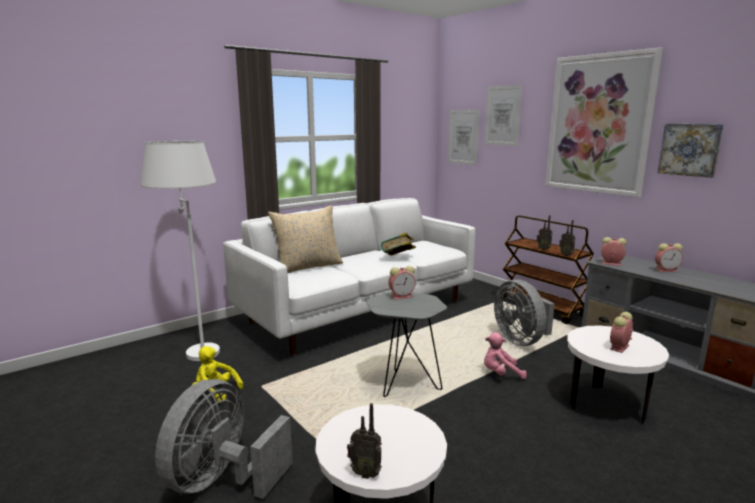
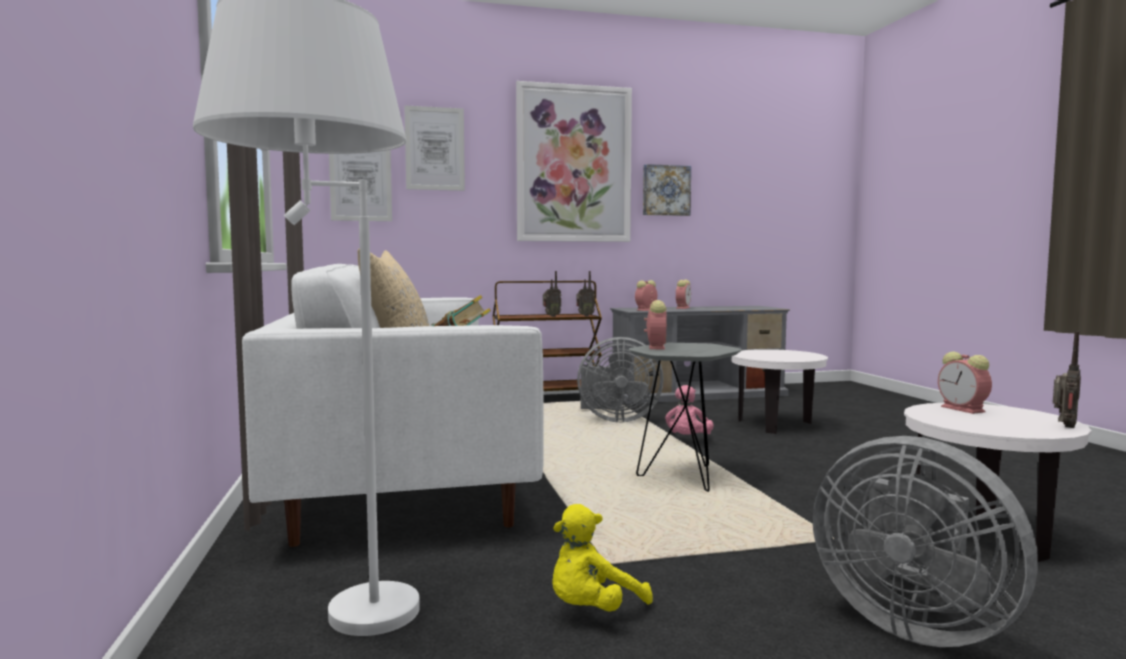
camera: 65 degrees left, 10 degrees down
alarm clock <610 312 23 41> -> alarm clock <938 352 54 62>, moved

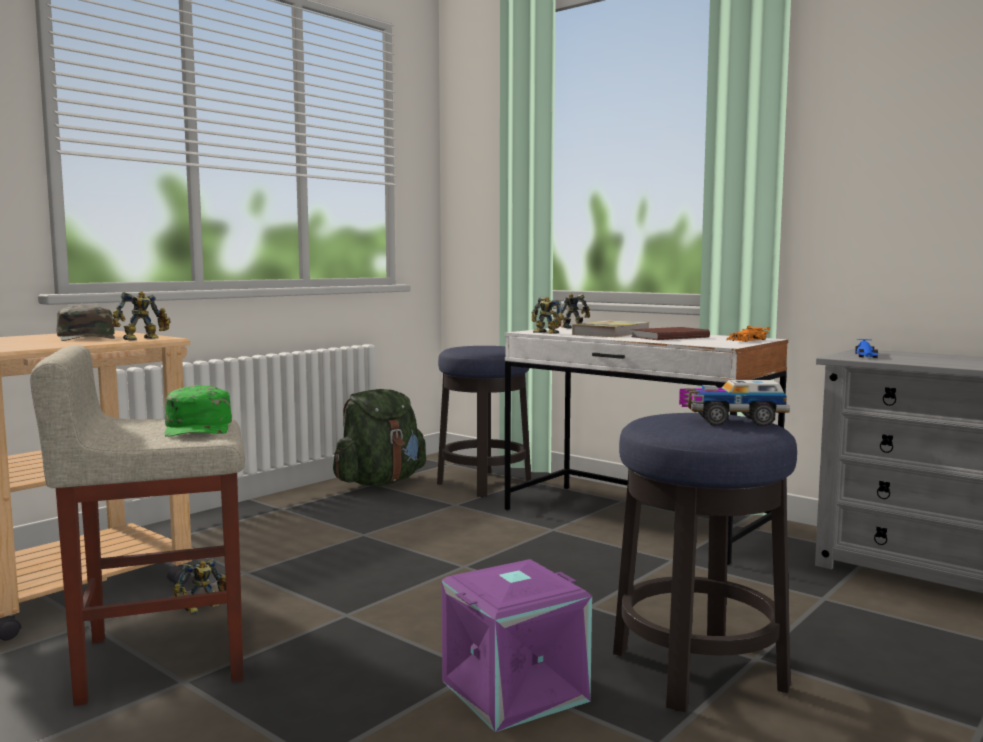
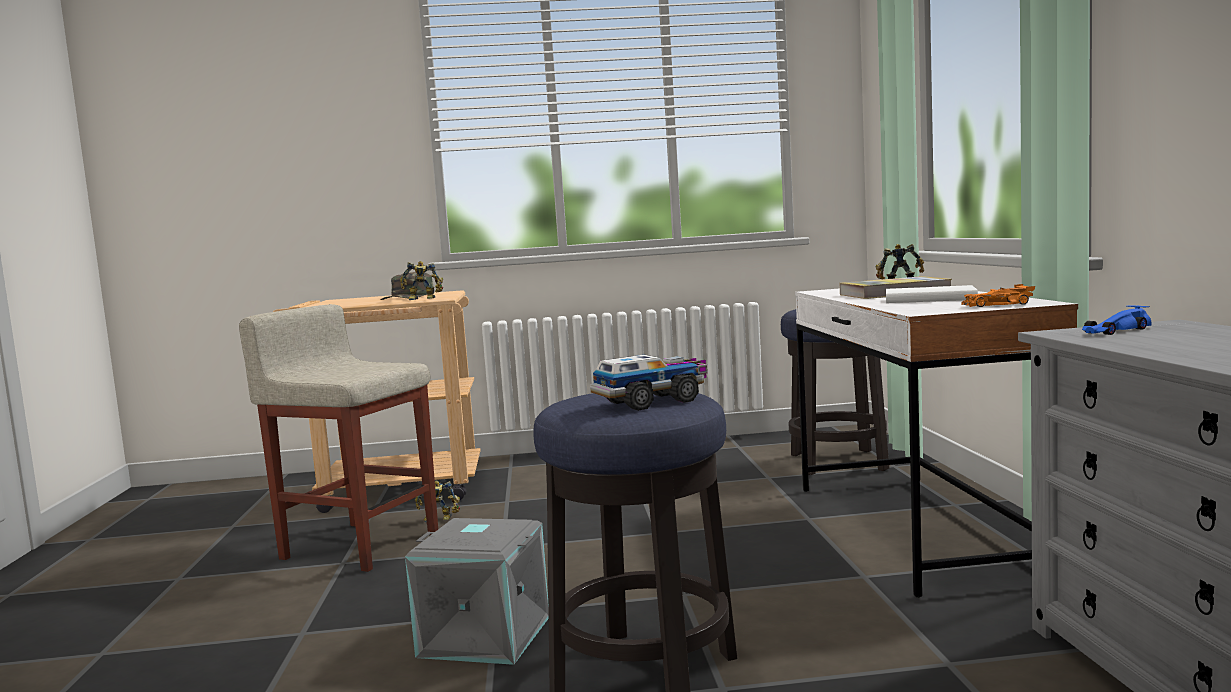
camera: 45 degrees right, 0 degrees up
cap (green) <164 385 68 52> -> none
backpack (green) <333 389 93 97> -> none
storage box (purple) <442 559 150 173> -> storage box (grey) <405 518 144 147>
toy robot <532 297 32 37> -> none
book (brown) <631 327 79 13> -> book (white) <886 285 92 18>
toy truck <679 380 111 46> -> toy truck <590 355 118 56>, 105 degrees clockwise

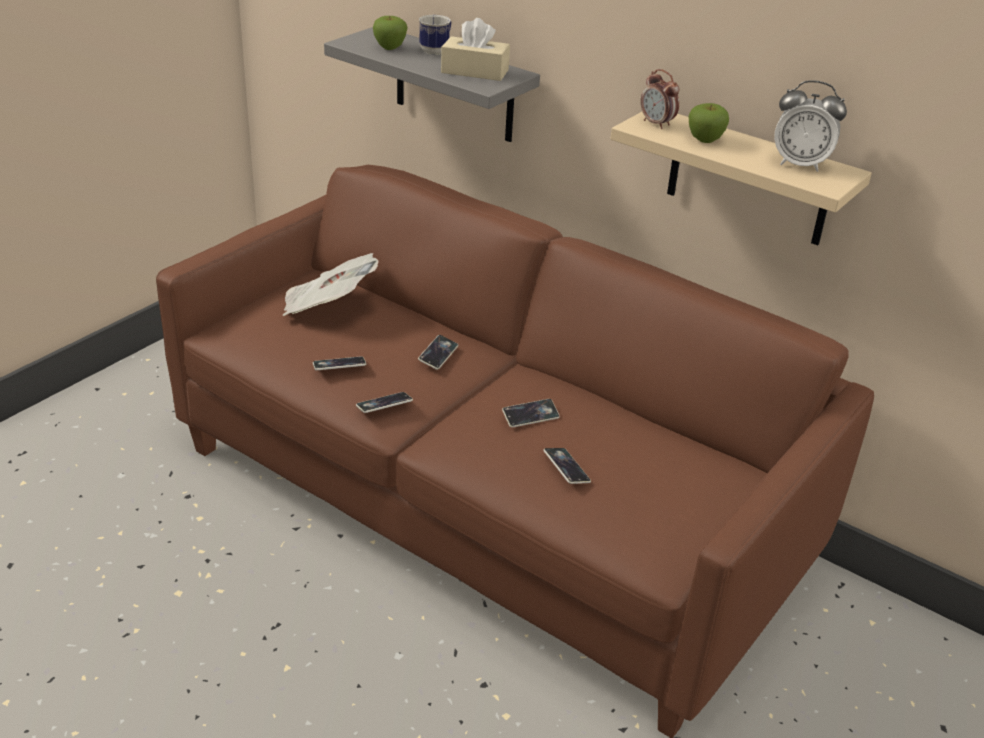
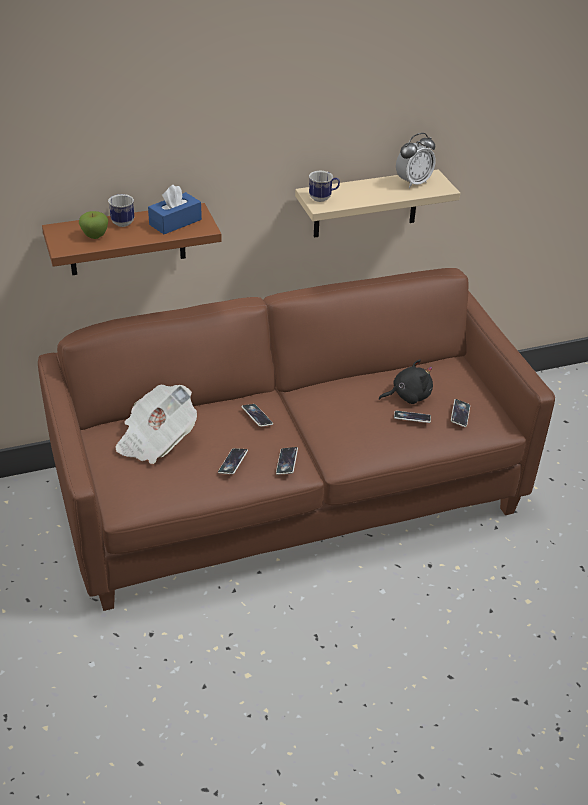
camera: 55 degrees left, 5 degrees up
shelf (grey) <324 27 216 115> -> shelf (brown) <42 203 180 72>
tissue box (beige) <441 18 69 63> -> tissue box (blue) <148 185 54 49>
phone <502 399 58 29> -> phone <451 399 19 28>, moved
alarm clock <641 69 38 60> -> mug <309 171 31 31>
apple <689 103 40 40> -> none
none -> plush toy (black) <379 359 54 45>

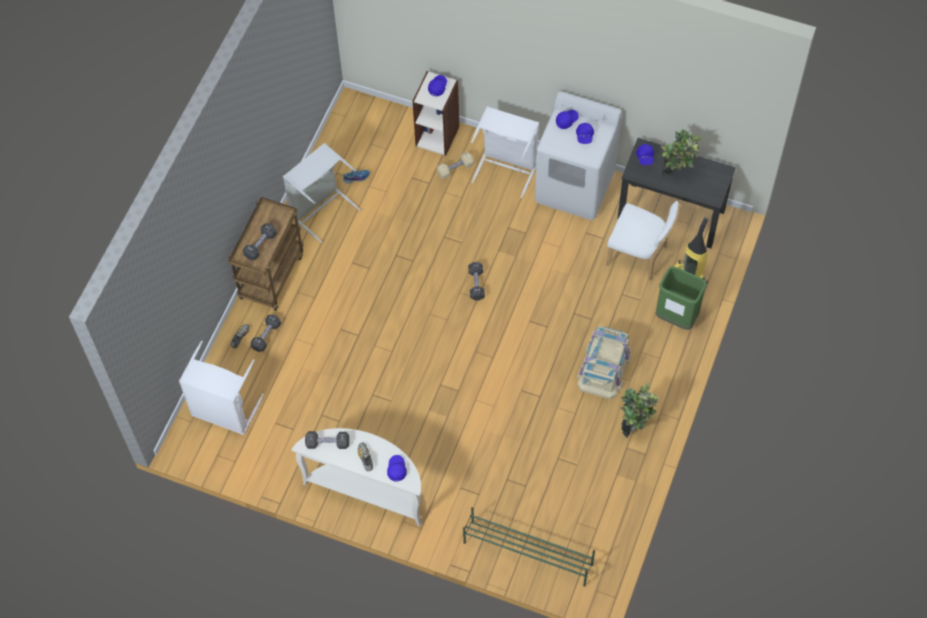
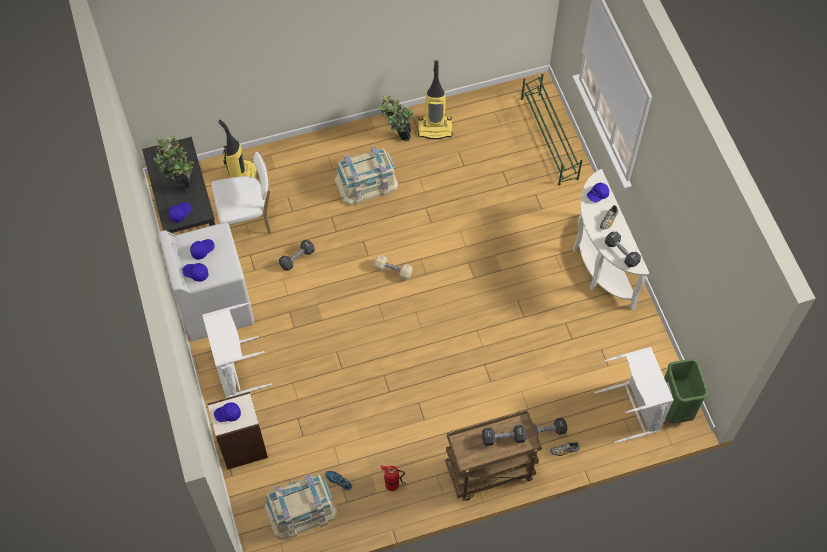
camera: 130 degrees left, 0 degrees up
laundry basket (grey) <283 143 78 100> -> fire extinguisher <381 466 25 25>
dumbbell (beige) <437 152 37 27> -> dumbbell (beige) <374 255 39 25>, moved
dumbbell (black) <468 262 17 39> -> dumbbell (black) <279 240 36 31>, moved
chair (white) <606 201 75 80> -> chair (white) <212 152 59 82>, 90 degrees clockwise
trash can (green) <656 267 51 63> -> trash can (green) <664 359 44 65>, moved
none -> storage box (beige) <265 474 72 66>
none -> vacuum cleaner <418 61 35 78>

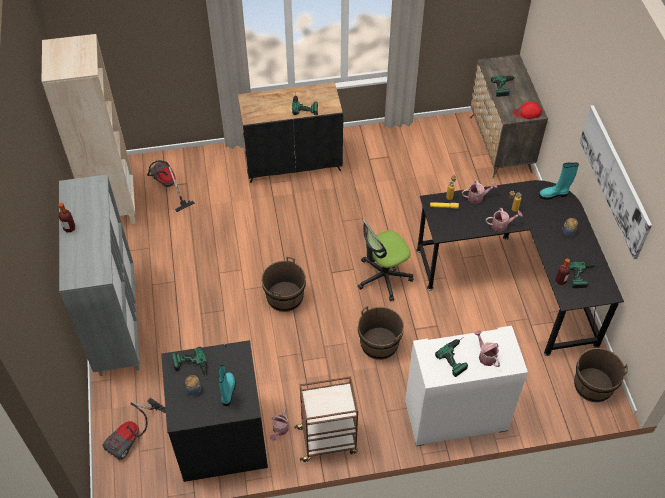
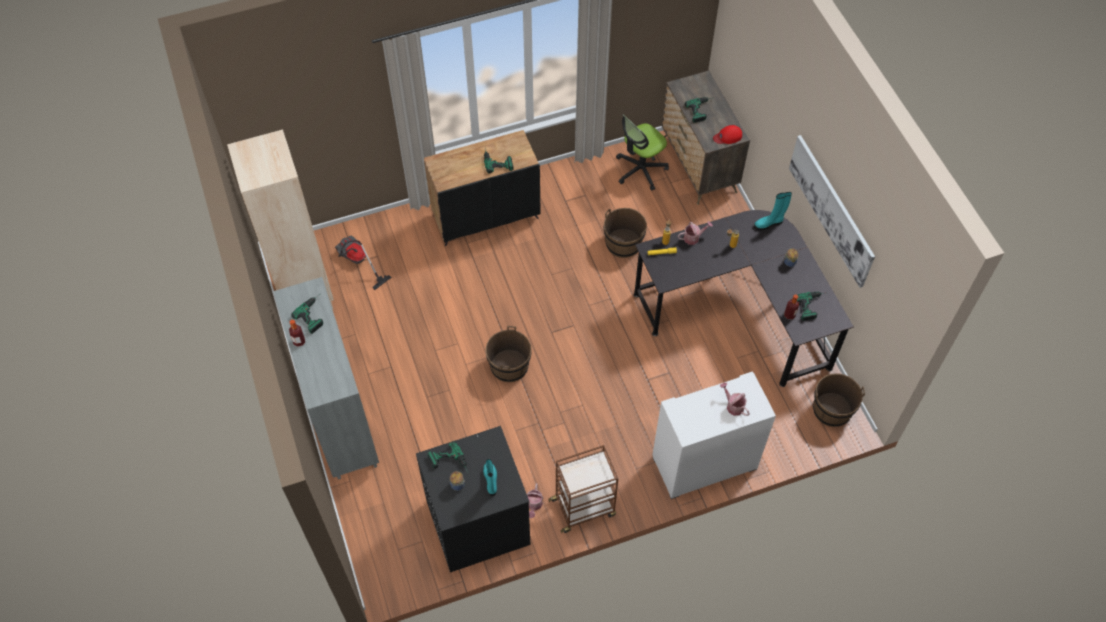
camera: 10 degrees left, 5 degrees up
vacuum cleaner <102 398 64 62> -> none
office chair <358 219 56 82> -> office chair <616 114 53 77>, moved
bucket (brown) <358 306 46 54> -> bucket (brown) <604 208 43 50>, moved
power drill <435 337 33 40> -> power drill <291 294 32 40>, moved
watering can <486 208 37 24> -> none

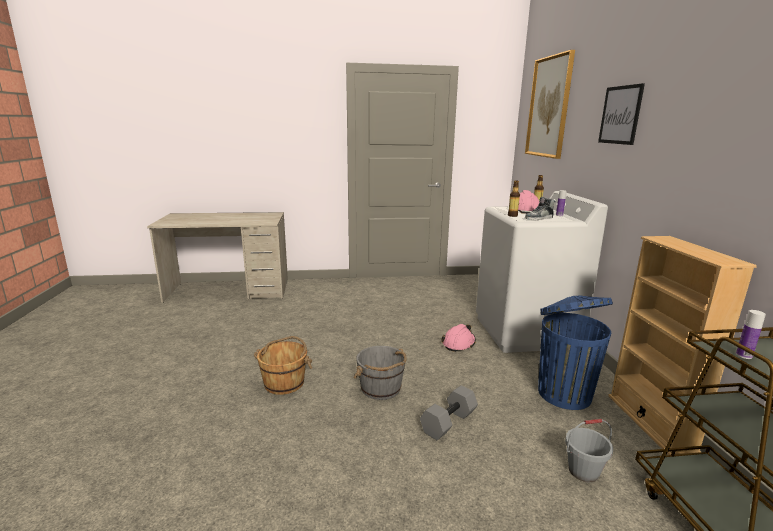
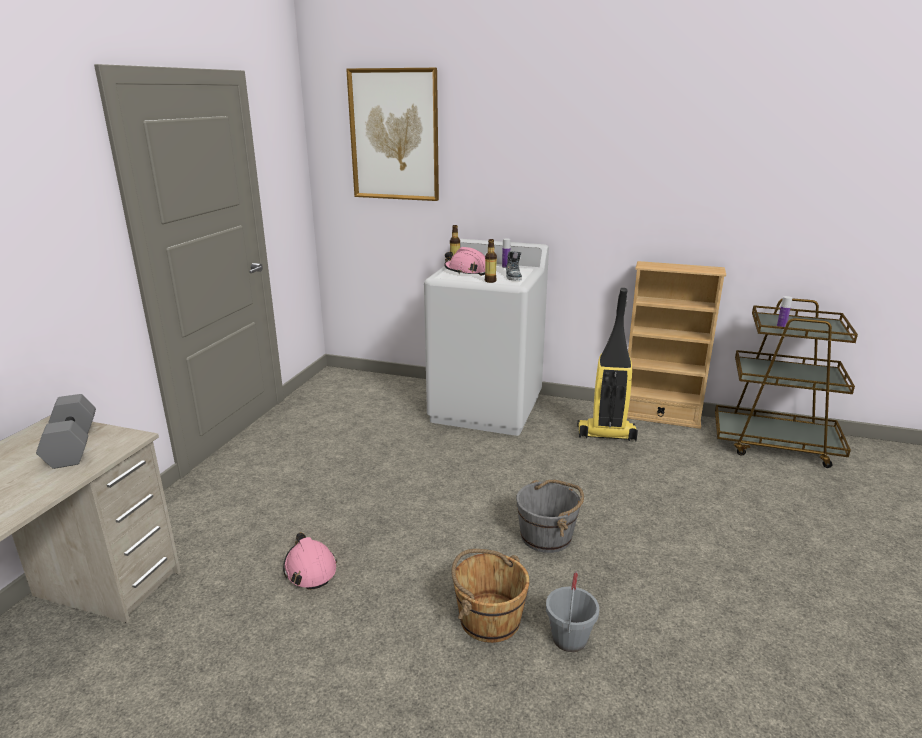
camera: 65 degrees left, 5 degrees up
dumbbell (grey) <420 385 58 55> -> dumbbell (grey) <36 394 60 75>, moved
hard hat (pink) <442 324 34 28> -> hard hat (pink) <283 533 54 57>, moved
trash can (blue) <538 296 75 114> -> vacuum cleaner <577 288 61 153>
bucket (grey) <565 419 48 64> -> bucket (grey) <546 571 53 81>, moved
picture <598 83 47 62> -> none

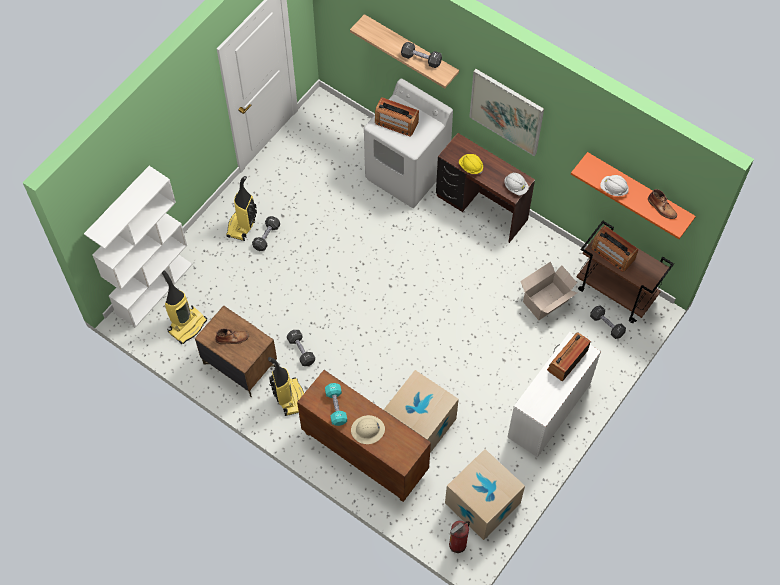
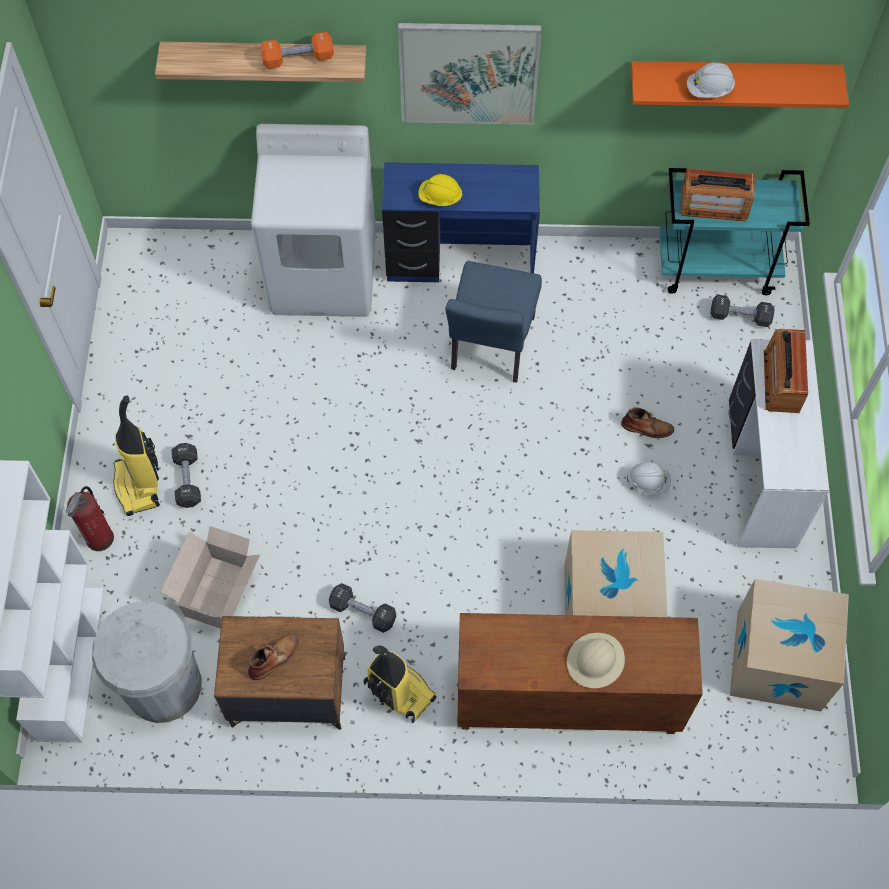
camera: 35 degrees left, 0 degrees up
vacuum cleaner <162 270 45 74> -> trash can (white) <92 601 110 122>
dumbbell (turquoise) <325 383 22 43> -> none
radio <375 97 44 40> -> none
dumbbell (black) <401 42 41 26> -> dumbbell (orange) <260 32 74 37>
desk (brown) <436 133 99 110> -> desk (blue) <382 162 158 120>
fire extinguisher <449 521 21 32> -> fire extinguisher <65 486 49 65>, moved
hard hat (white) <504 173 25 22> -> hard hat (white) <627 462 44 32>, moved
cardboard box <520 262 57 58> -> cardboard box <161 526 99 103>, moved
cart (brown) <577 221 97 102> -> cart (turquoise) <659 168 151 127>
boot (brown) <648 189 29 30> -> boot (brown) <621 408 53 30>, moved
none -> chair (blue) <445 261 97 121>

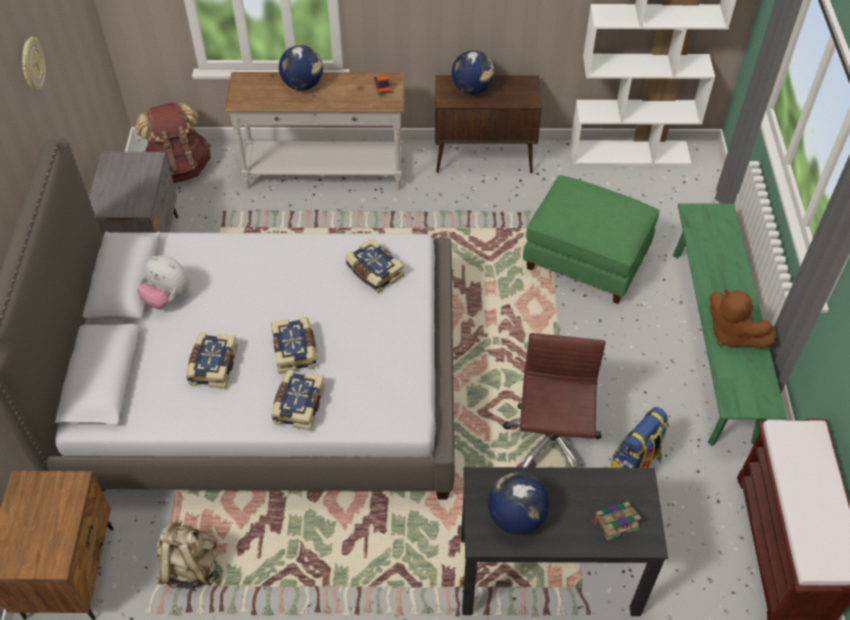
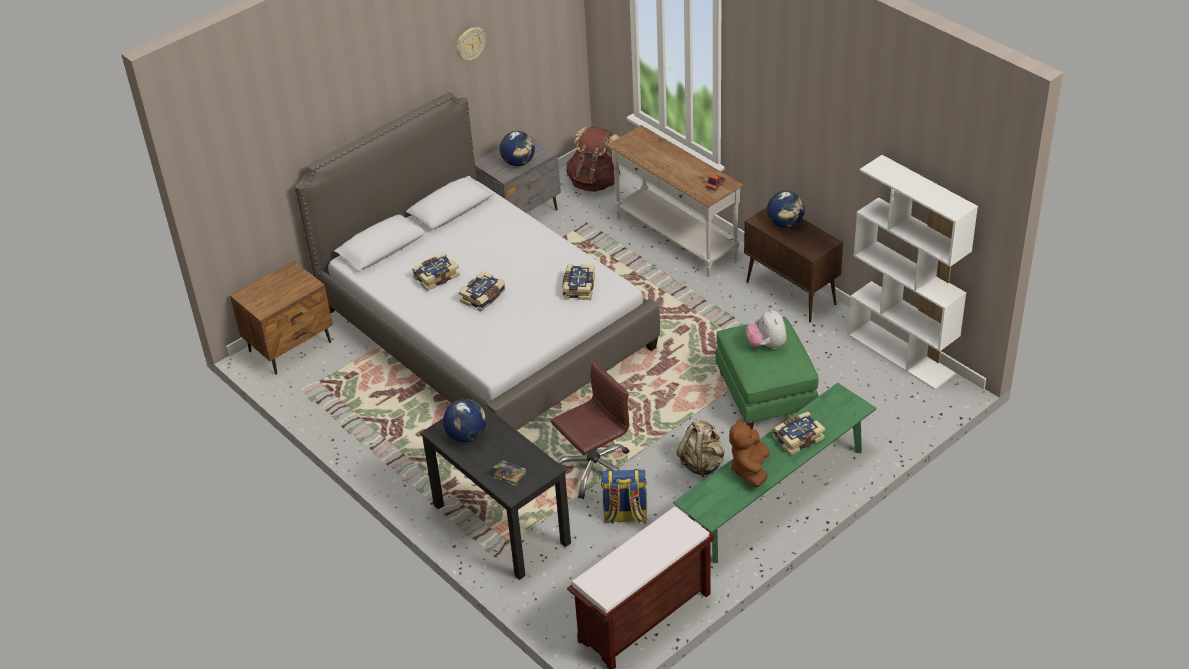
camera: 50 degrees right, 10 degrees down
plush toy <137 256 53 53> -> plush toy <746 309 40 40>, moved
backpack (beige) <156 519 62 70> -> backpack (beige) <677 418 48 59>, moved
book <271 370 54 61> -> book <773 412 52 43>, moved
globe <279 45 44 45> -> globe <500 131 35 35>, moved

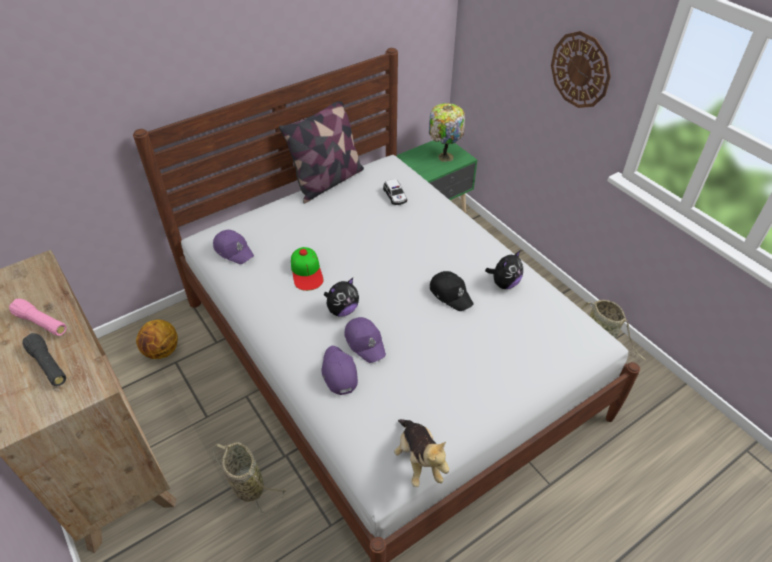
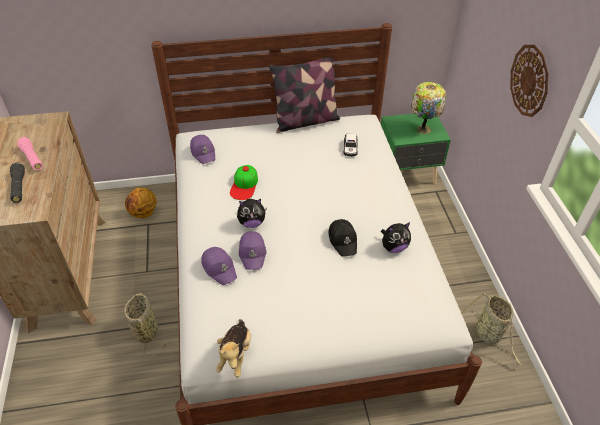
camera: 25 degrees right, 0 degrees up
cap (purple) <321 346 37 49> -> cap (purple) <201 247 36 38>, 135 degrees clockwise

